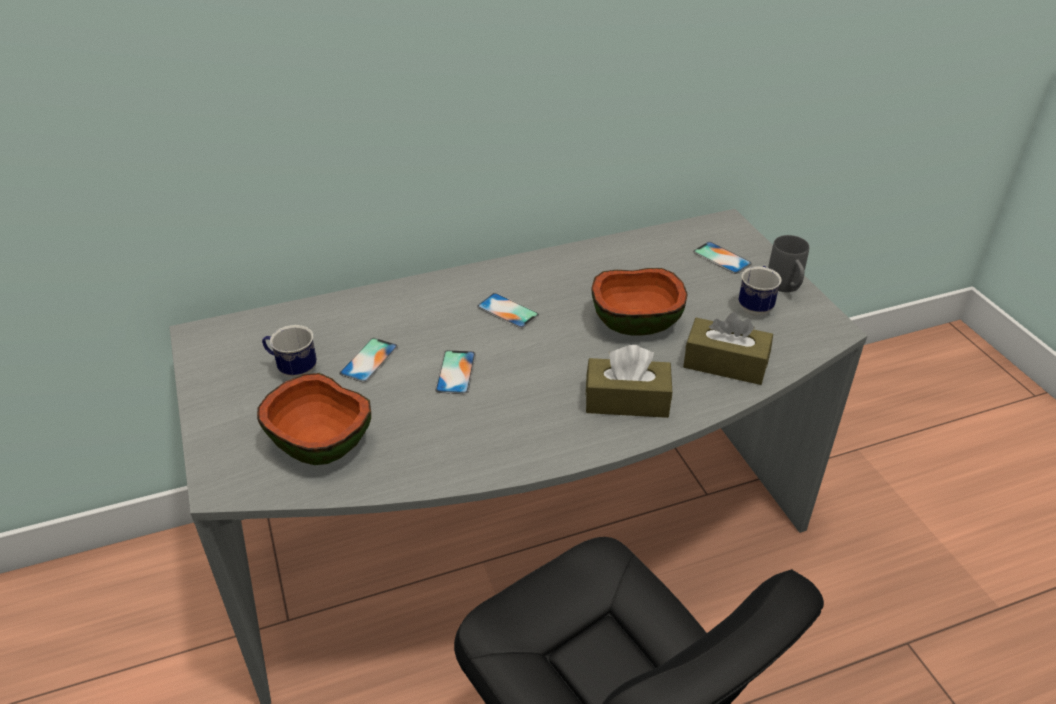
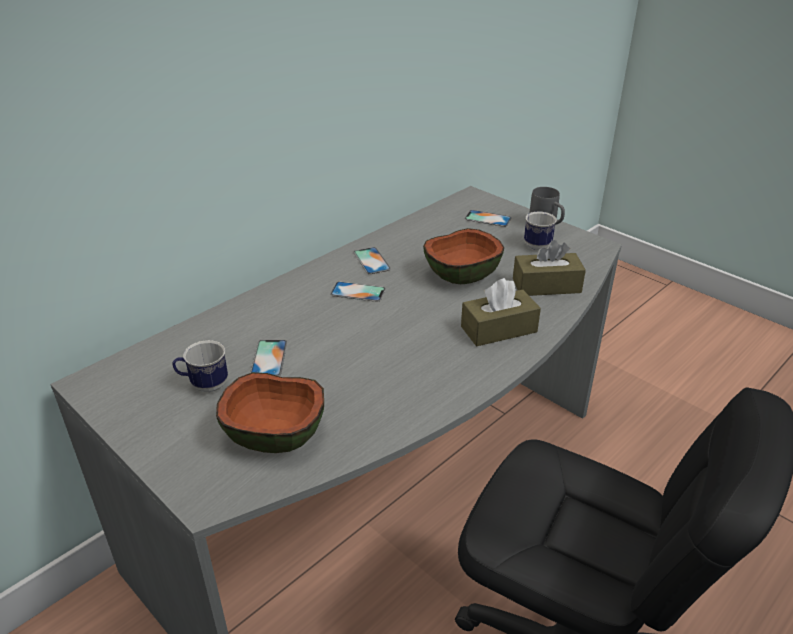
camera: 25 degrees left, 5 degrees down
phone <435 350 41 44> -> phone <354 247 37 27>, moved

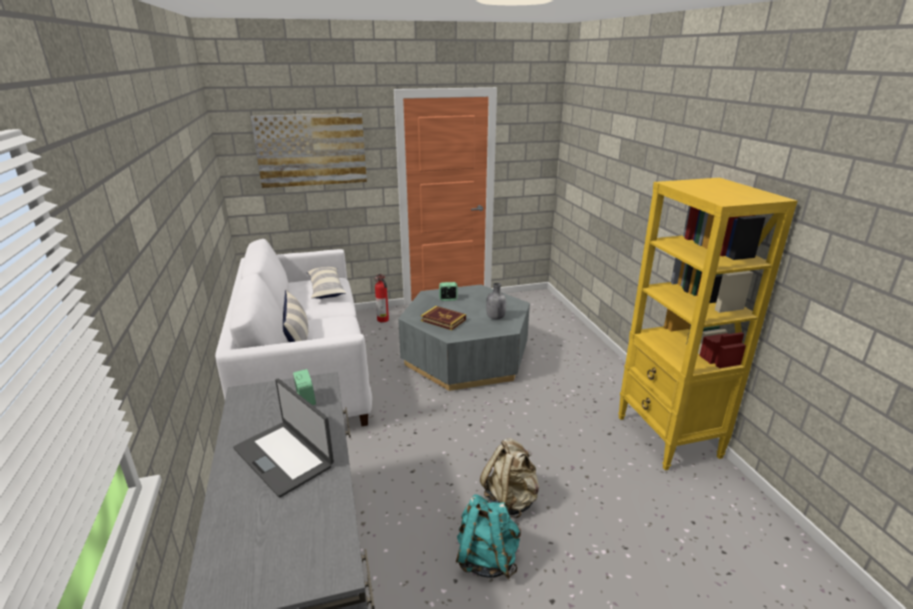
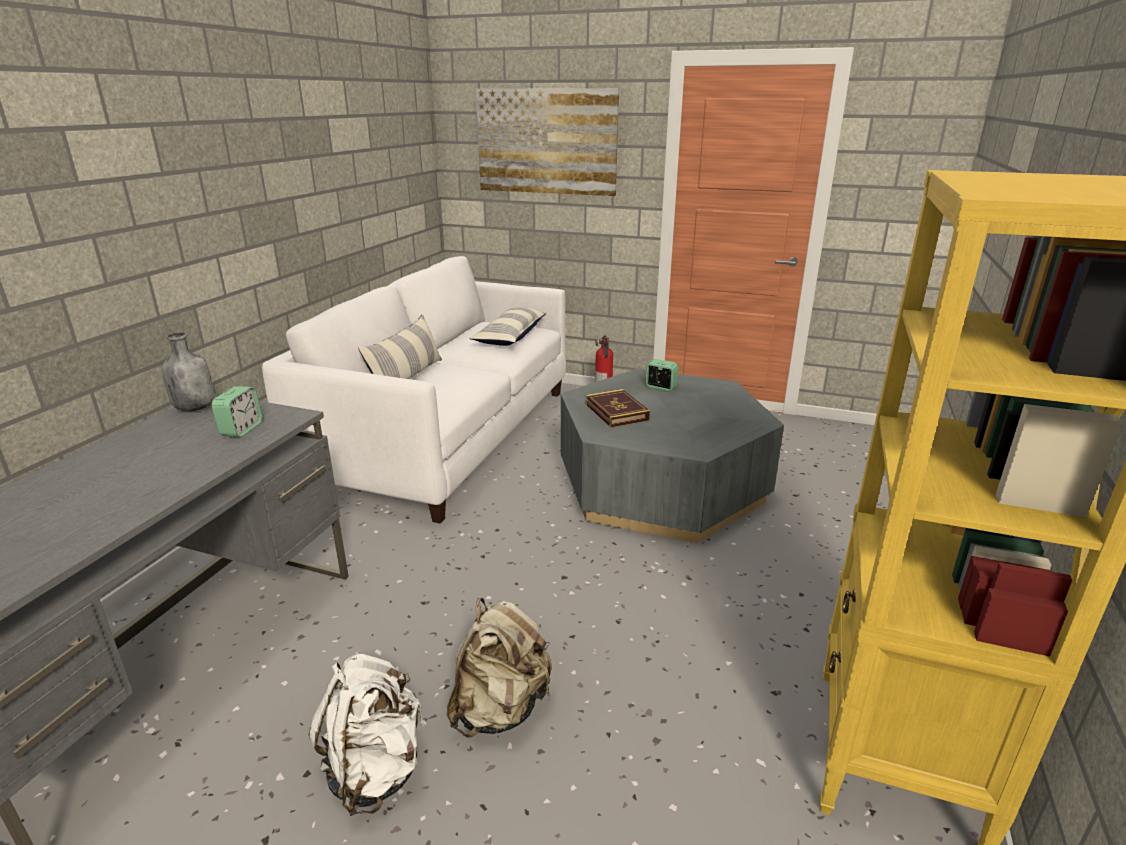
camera: 35 degrees right, 0 degrees up
laptop <233 379 101 119> -> none
backpack (turquoise) <456 494 65 85> -> backpack (white) <309 654 115 162>
bottle (grey) <486 283 20 37> -> bottle (grey) <161 332 53 79>, moved

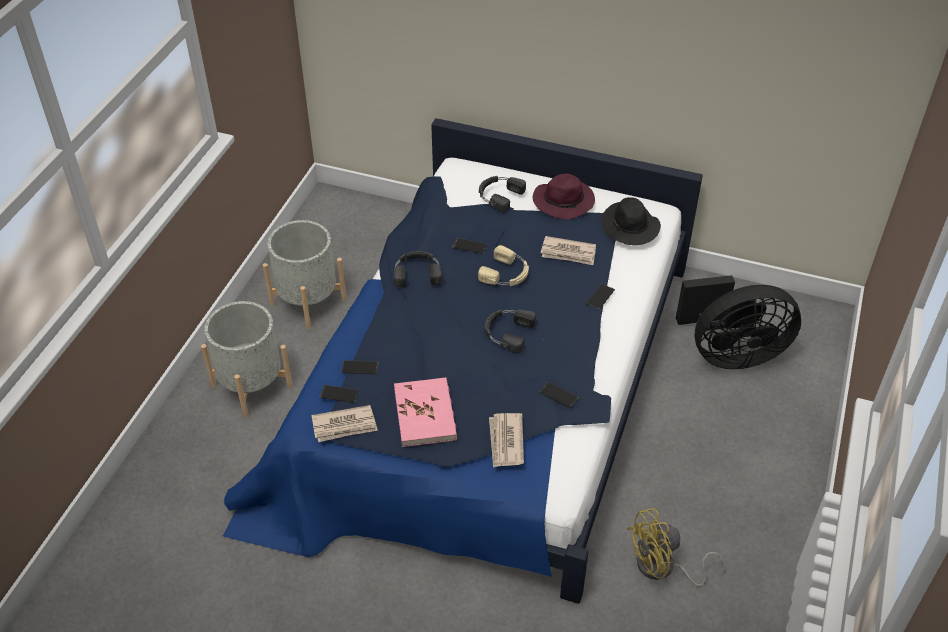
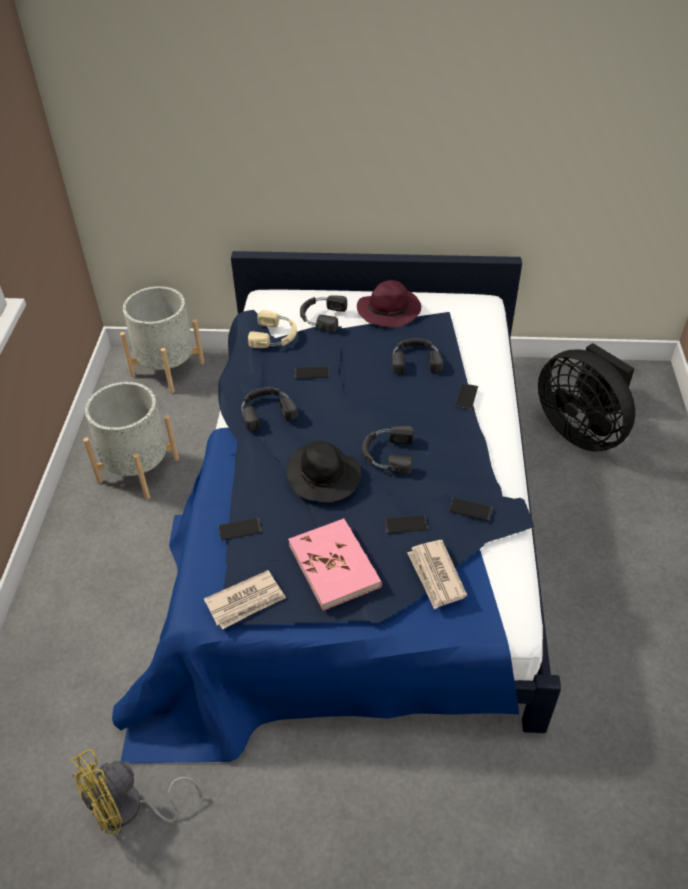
camera: 15 degrees left, 0 degrees up
planter (grey) <201 301 92 117> -> planter (grey) <120 286 84 107>, moved
phone <319 385 40 18> -> phone <384 515 44 19>, moved
headphones (beige) <478 245 51 41> -> headphones (beige) <248 310 49 38>, moved
newspaper <541 236 55 29> -> headphones (black) <392 338 51 36>
hat (black) <601 197 60 48> -> hat (black) <286 441 75 62>, moved
fan (yellow) <627 508 98 79> -> fan (yellow) <71 749 131 85>, moved
fan (black) <676 275 125 94> -> fan (black) <538 343 97 109>, 75 degrees clockwise

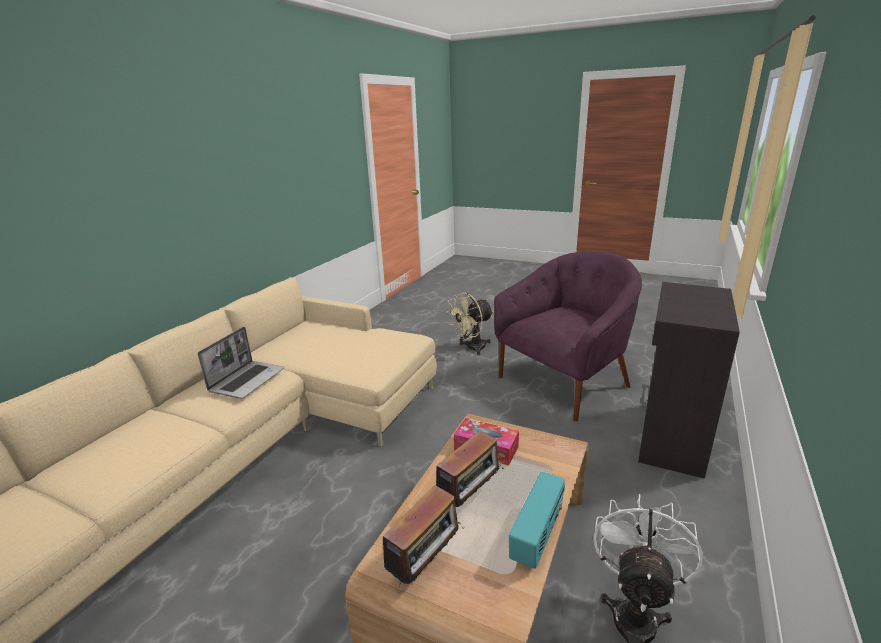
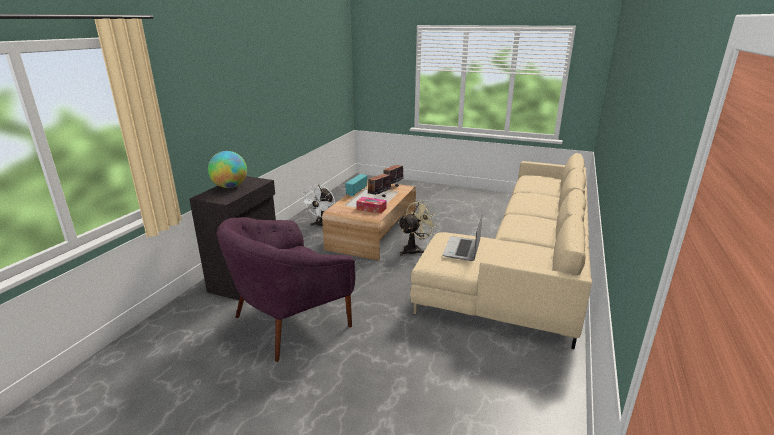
camera: 175 degrees right, 0 degrees up
laptop <198 327 86 72> -> laptop <443 215 39 46>, moved
fan (beige) <446 292 47 63> -> fan (beige) <398 201 40 55>, moved
none -> globe <208 151 39 37>

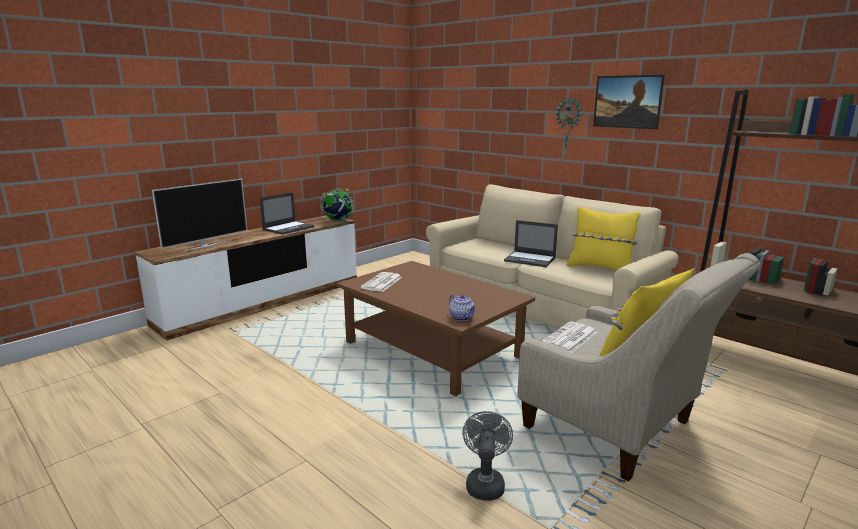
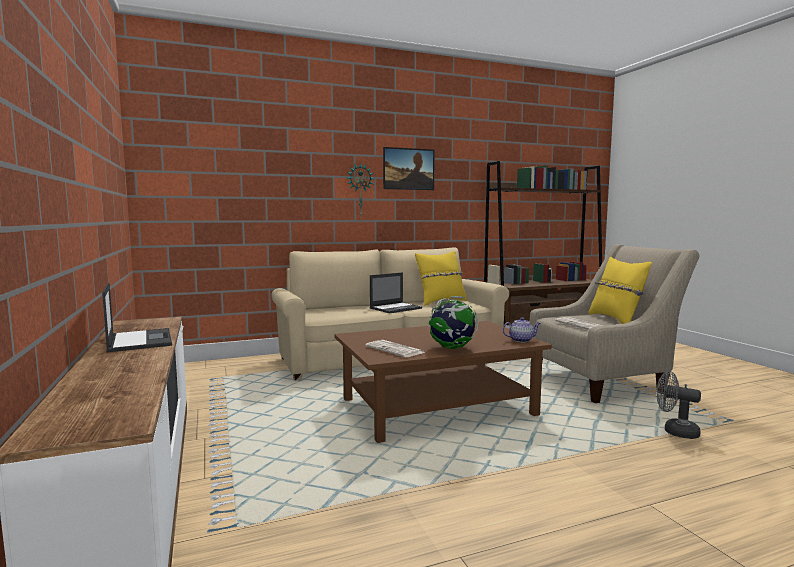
camera: 65 degrees left, 10 degrees down
television <152 179 95 72> -> none
globe <320 188 34 33> -> globe <429 296 49 53>, moved

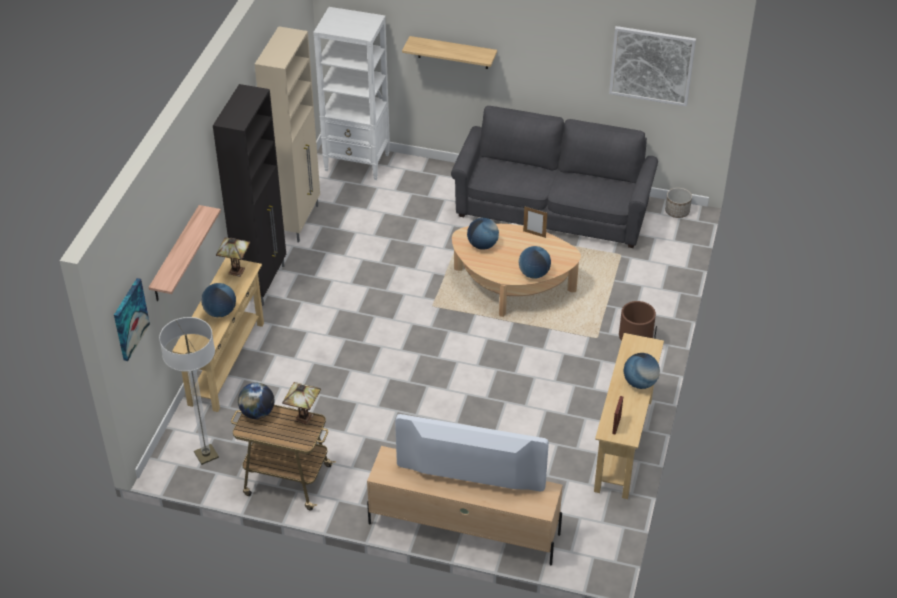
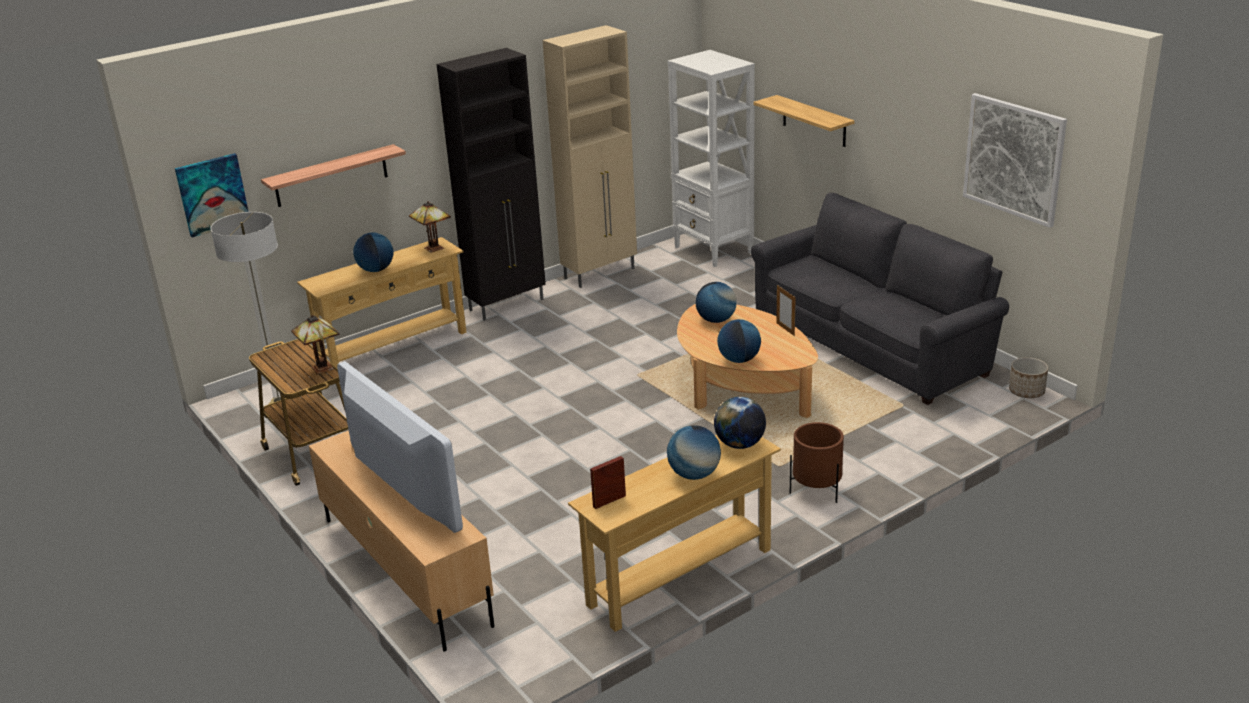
camera: 40 degrees right, 15 degrees down
globe <238 383 37 36> -> globe <714 397 52 52>, moved

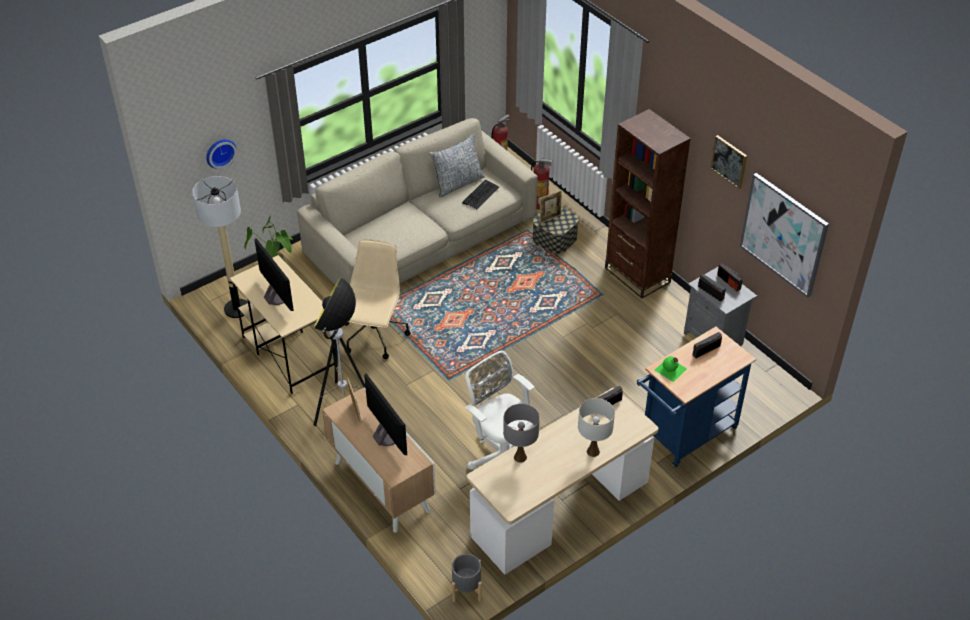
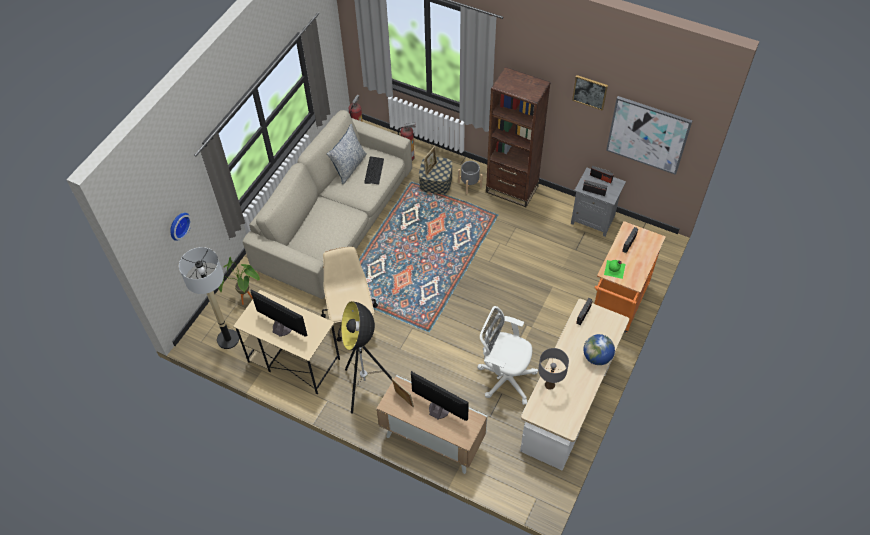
camera: 25 degrees left, 10 degrees up
planter (grey) <452 554 30 48> -> planter (grey) <458 161 25 33>, moved
table lamp (white) <578 398 37 59> -> globe <583 334 32 31>
cart (blue) <637 327 119 140> -> cart (orange) <594 221 72 112>

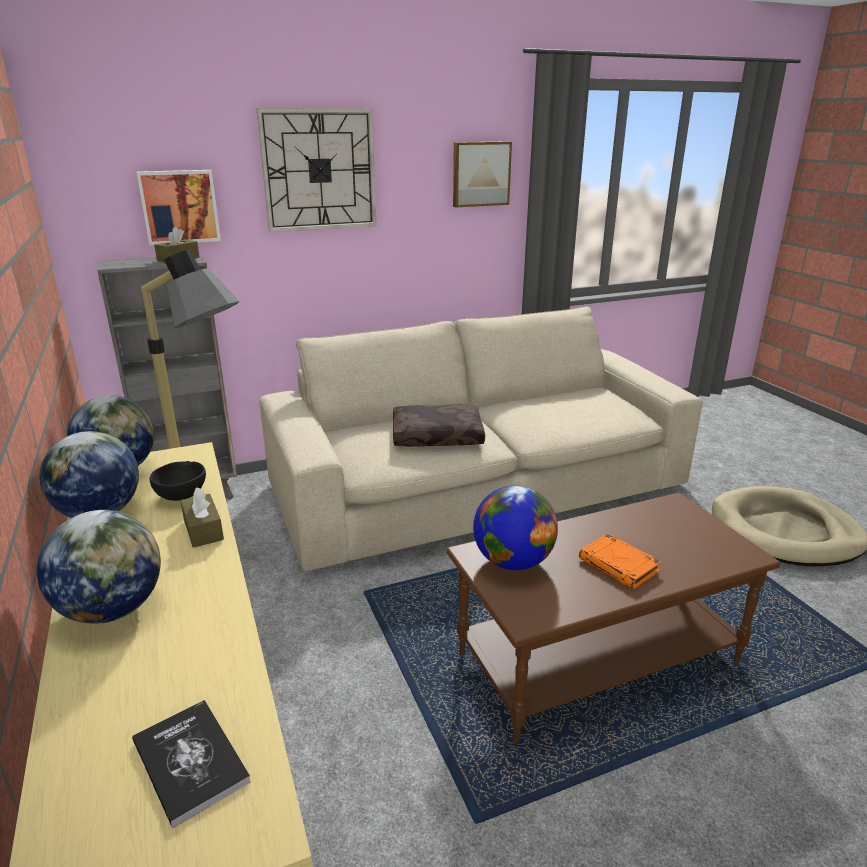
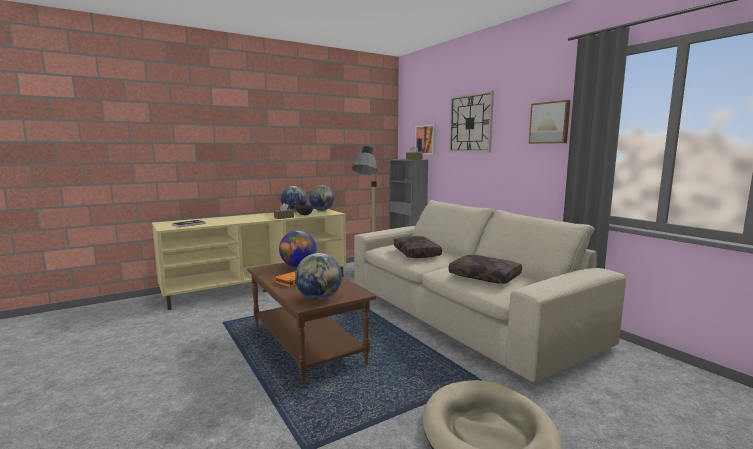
camera: 80 degrees right, 15 degrees down
globe <37 510 124 114> -> globe <295 253 47 47>, moved
none -> pillow (brown) <448 255 74 29>

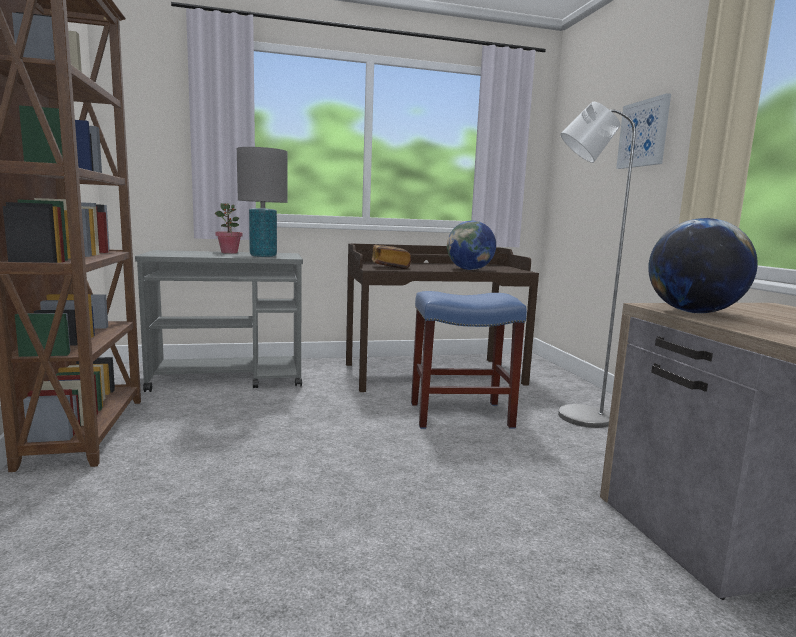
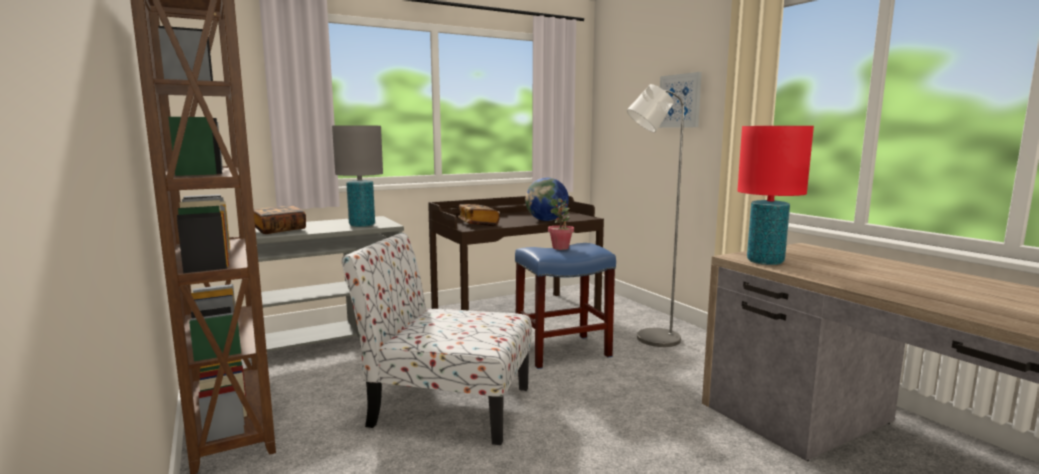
camera: 15 degrees left, 0 degrees up
potted plant <215 203 27 51> -> potted plant <548 198 26 52>, moved
globe <648 218 110 95> -> table lamp (red) <738 126 76 139>
none -> book <254 206 52 28>
none -> chair <342 233 190 212>

